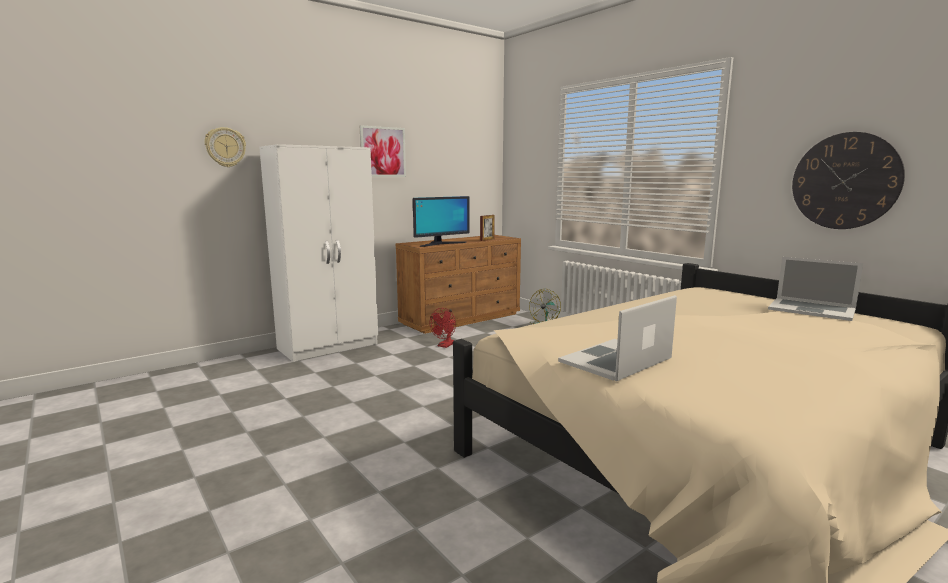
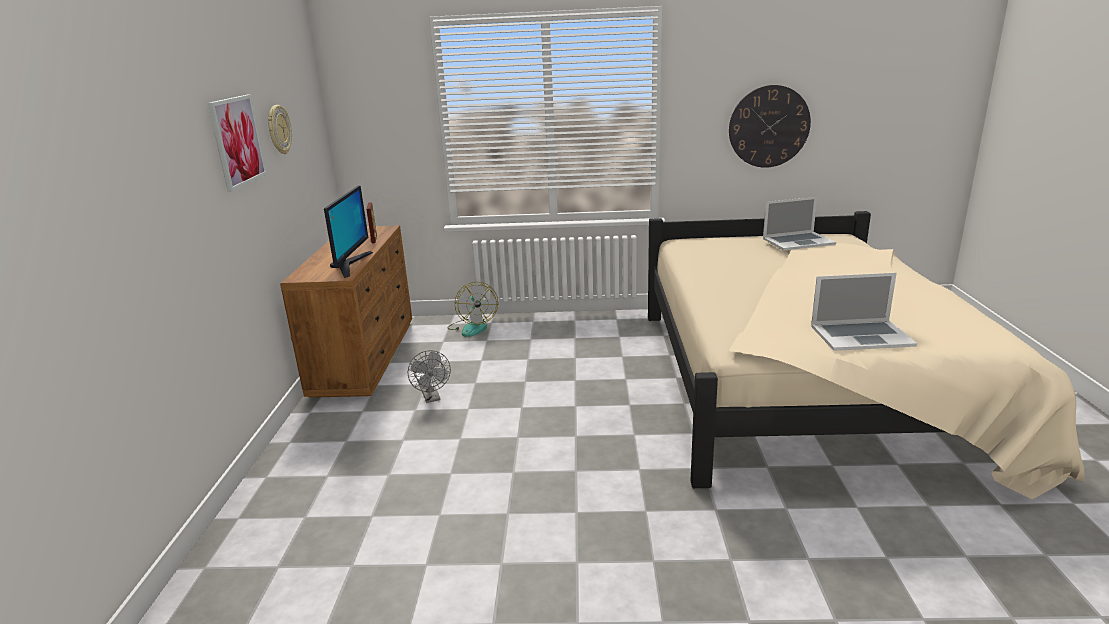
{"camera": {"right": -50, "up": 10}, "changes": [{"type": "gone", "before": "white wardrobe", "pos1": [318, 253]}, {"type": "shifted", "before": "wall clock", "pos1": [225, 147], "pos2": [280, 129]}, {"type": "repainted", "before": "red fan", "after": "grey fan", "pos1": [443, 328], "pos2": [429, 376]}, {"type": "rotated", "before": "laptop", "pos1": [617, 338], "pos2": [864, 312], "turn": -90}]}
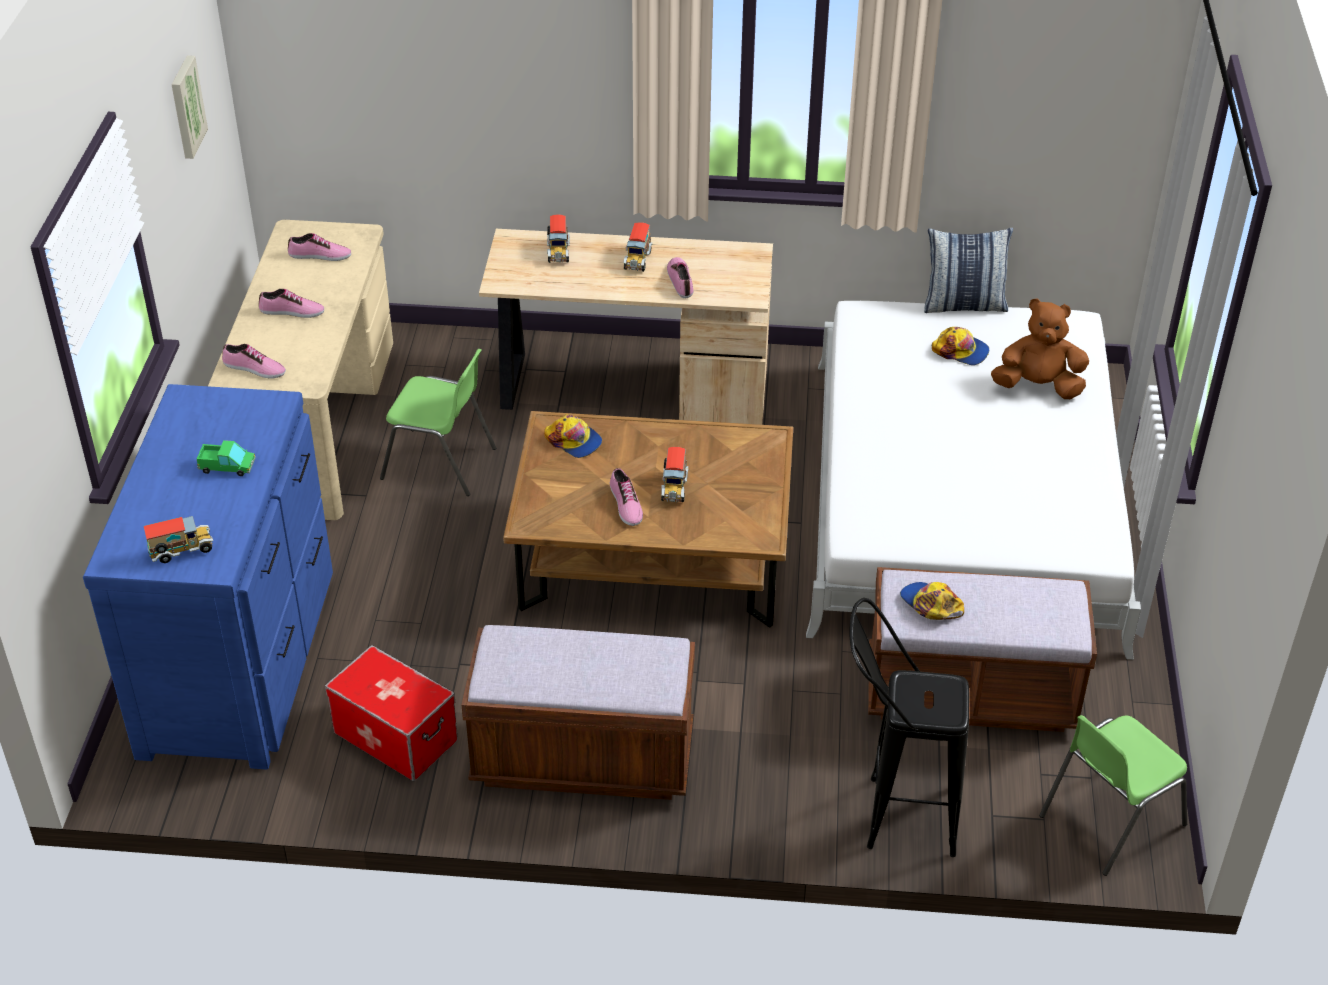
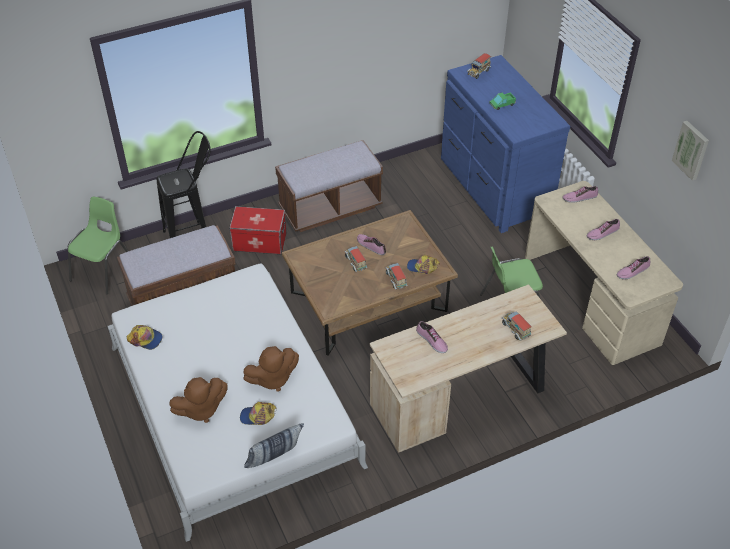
{"camera": {"right": 150, "up": 5}, "changes": [{"type": "new", "after": "brown plush toy", "pos2": [271, 369]}, {"type": "shifted", "before": "storage box", "pos1": [391, 713], "pos2": [257, 230]}, {"type": "shifted", "before": "toy truck", "pos1": [638, 247], "pos2": [396, 276]}, {"type": "shifted", "before": "cap", "pos1": [932, 601], "pos2": [144, 337]}]}
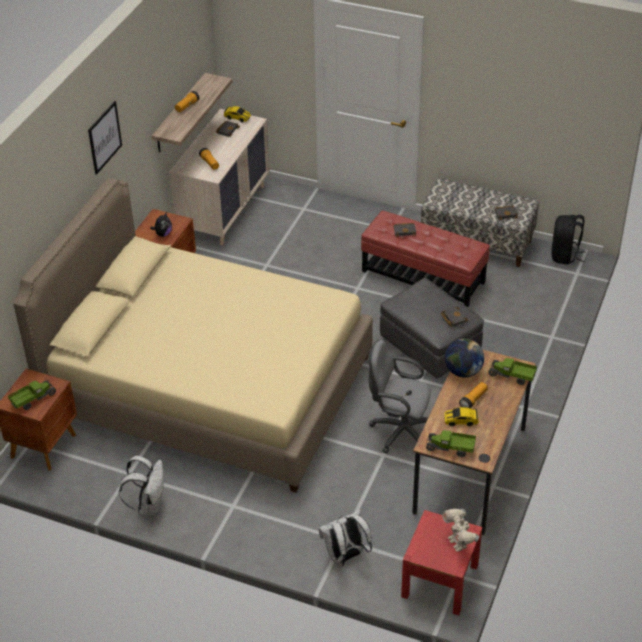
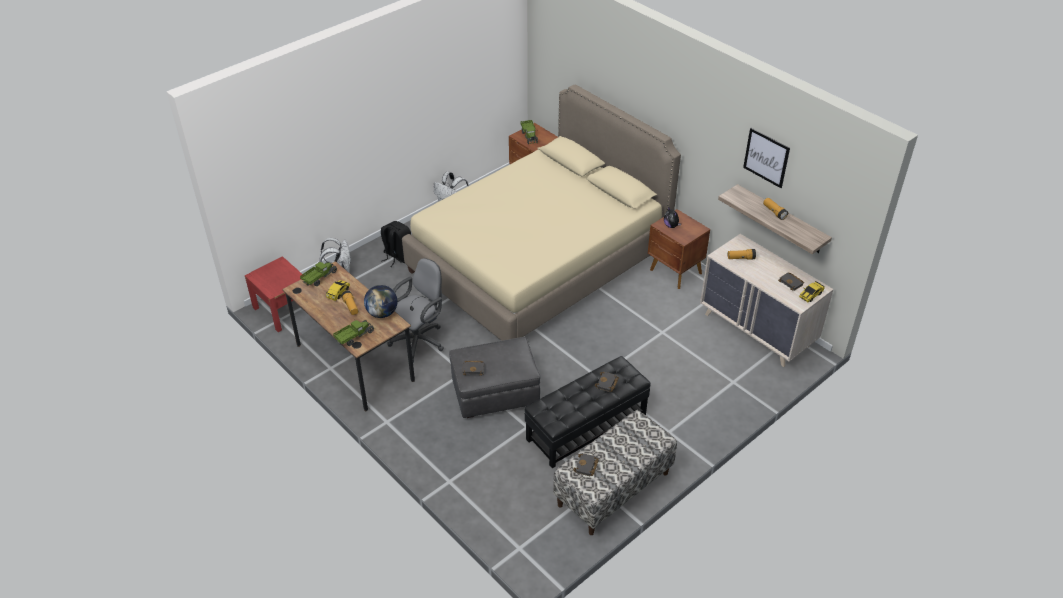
{"camera": {"right": 115, "up": 0}, "changes": [{"type": "gone", "before": "toy robot", "pos1": [460, 530]}, {"type": "shifted", "before": "picture", "pos1": [105, 138], "pos2": [766, 158]}, {"type": "shifted", "before": "black backpack", "pos1": [568, 240], "pos2": [396, 244]}, {"type": "repainted", "before": "red ottoman", "after": "black ottoman", "pos1": [425, 259], "pos2": [587, 412]}]}
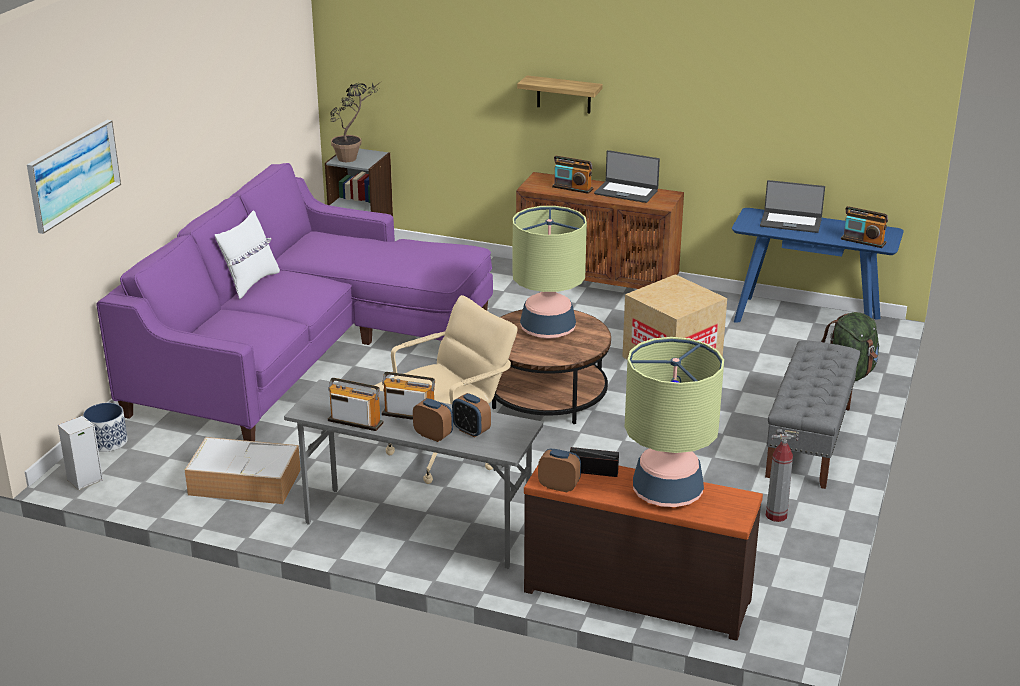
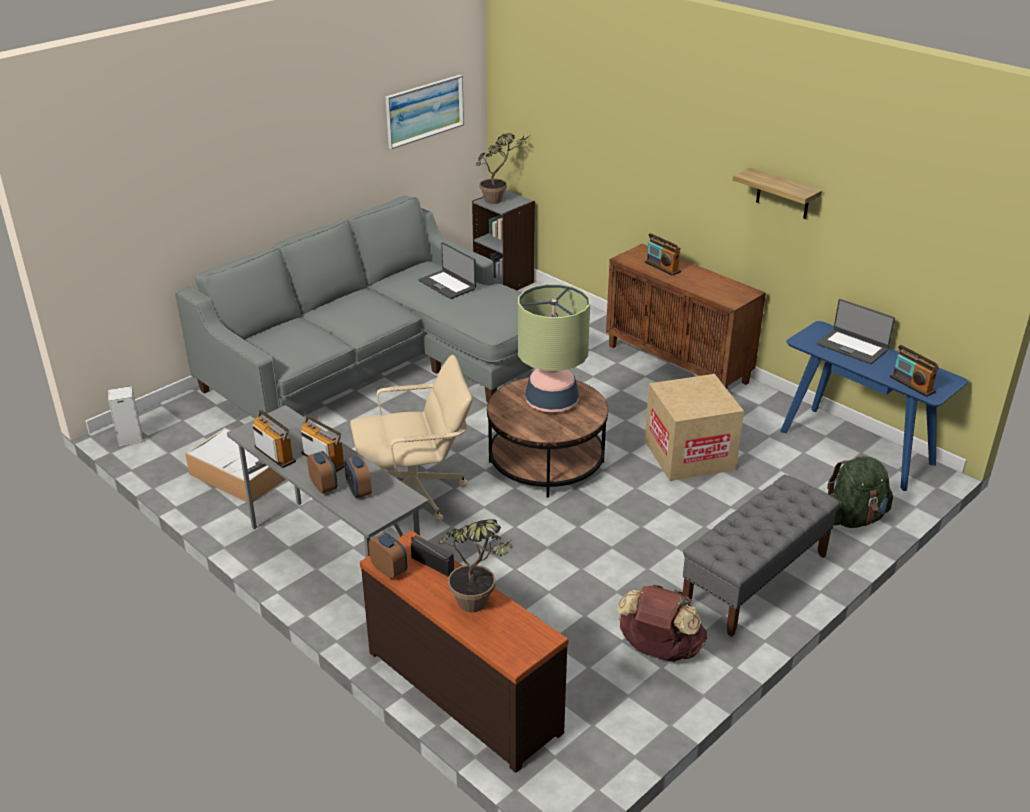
{"camera": {"right": 25, "up": 5}, "changes": [{"type": "gone", "before": "planter", "pos1": [105, 427]}, {"type": "gone", "before": "white pillow", "pos1": [247, 254]}, {"type": "shifted", "before": "picture", "pos1": [74, 177], "pos2": [425, 112]}, {"type": "shifted", "before": "shelf", "pos1": [560, 94], "pos2": [777, 193]}, {"type": "shifted", "before": "laptop", "pos1": [627, 176], "pos2": [447, 270]}, {"type": "swapped", "before": "table lamp", "after": "potted plant", "pos1": [674, 422], "pos2": [475, 566]}, {"type": "swapped", "before": "fire extinguisher", "after": "brown backpack", "pos1": [782, 475], "pos2": [662, 623]}, {"type": "repainted", "before": "purple sofa", "after": "grey sofa", "pos1": [294, 302], "pos2": [354, 307]}]}
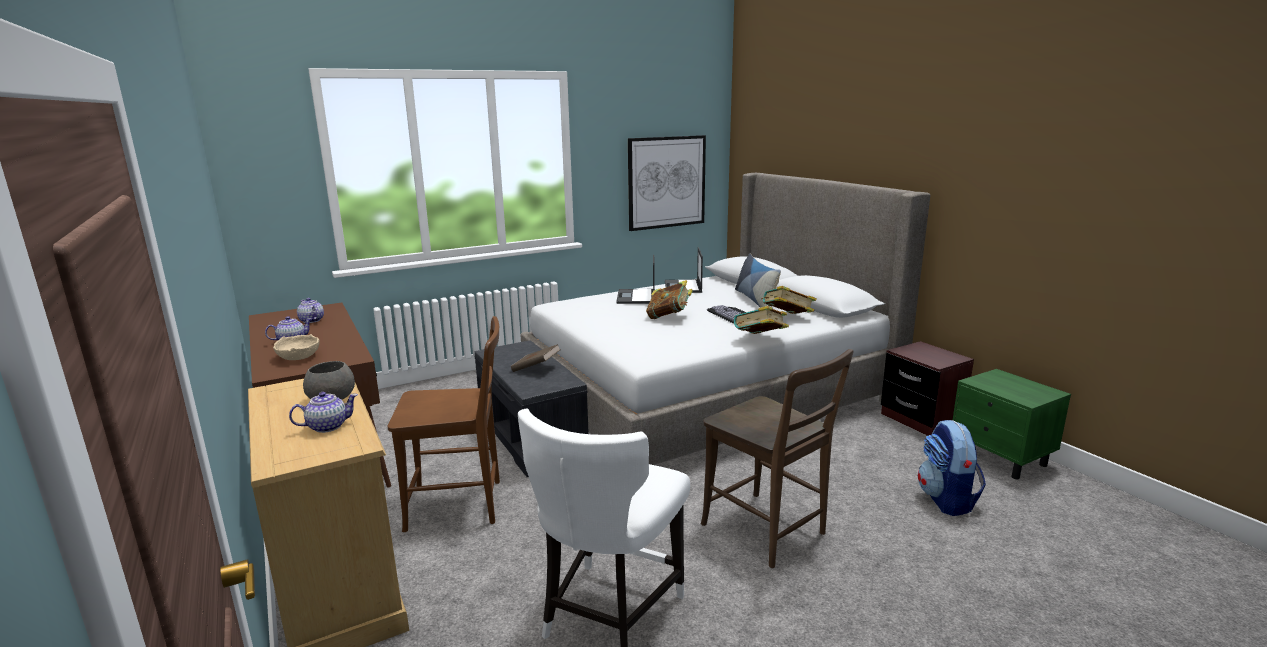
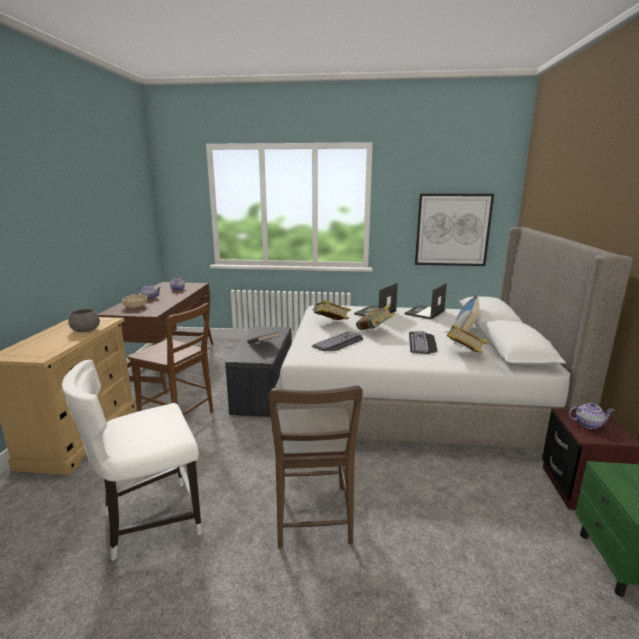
{"camera": {"right": 35, "up": 0}, "changes": [{"type": "gone", "before": "backpack", "pos1": [952, 468]}, {"type": "new", "after": "keyboard", "pos2": [337, 341]}, {"type": "shifted", "before": "teapot", "pos1": [323, 412], "pos2": [592, 416]}, {"type": "shifted", "before": "book", "pos1": [761, 320], "pos2": [332, 310]}]}
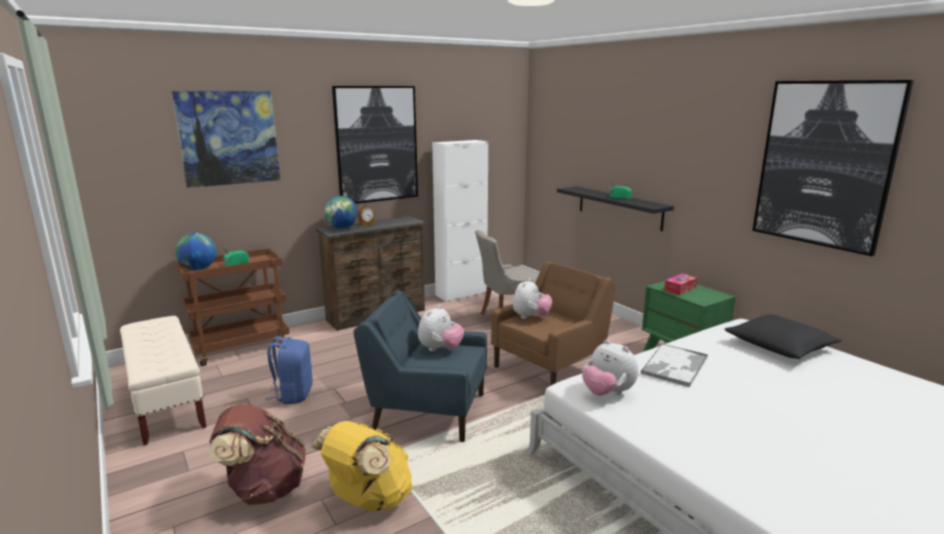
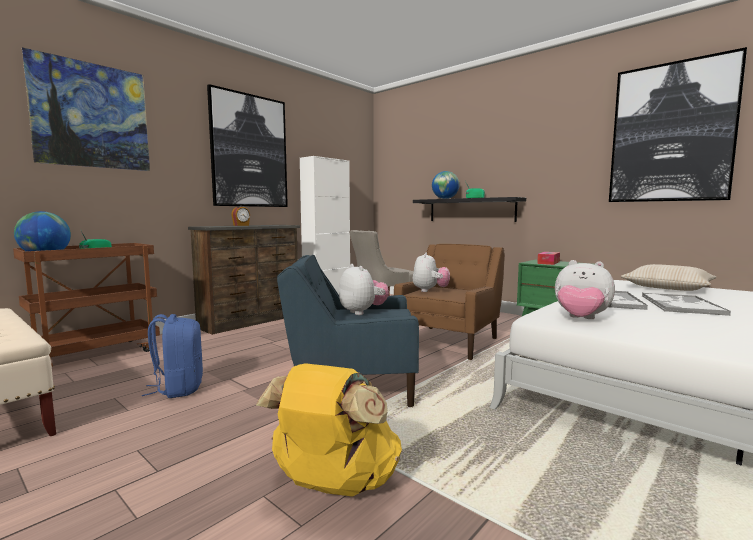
{"camera": {"right": -15, "up": -10}, "changes": [{"type": "gone", "before": "brown backpack", "pos1": [257, 454]}, {"type": "new", "after": "tray", "pos2": [686, 304]}, {"type": "shifted", "before": "globe", "pos1": [341, 212], "pos2": [445, 185]}, {"type": "repainted", "before": "black pillow", "after": "beige pillow", "pos1": [783, 336], "pos2": [669, 277]}, {"type": "rotated", "before": "plush toy", "pos1": [441, 328], "pos2": [364, 289], "turn": -45}]}
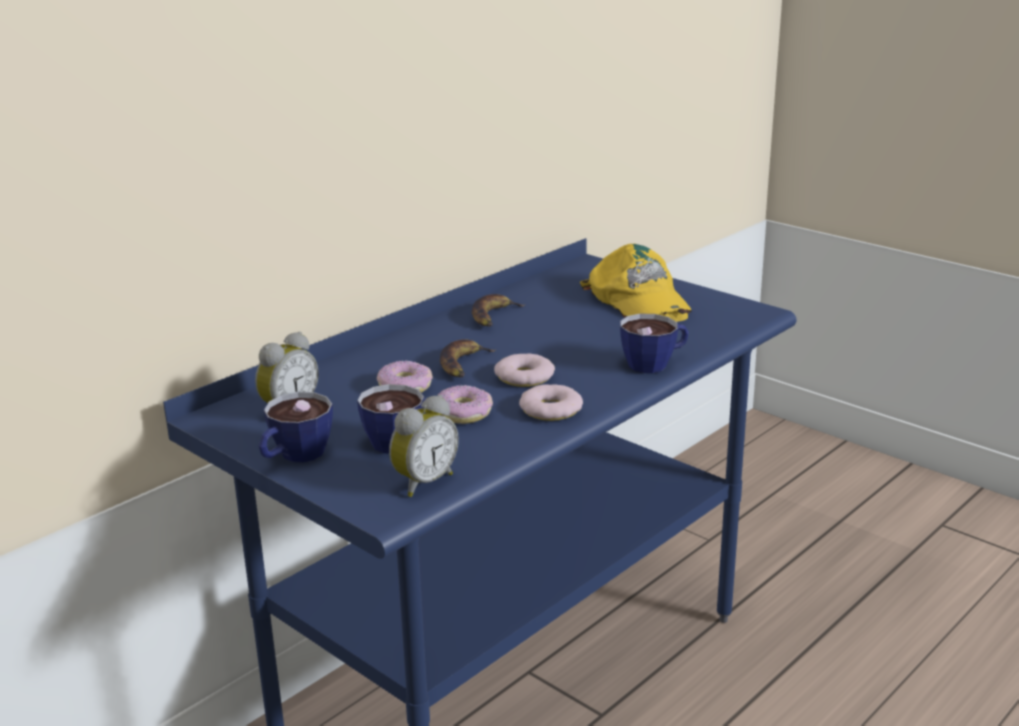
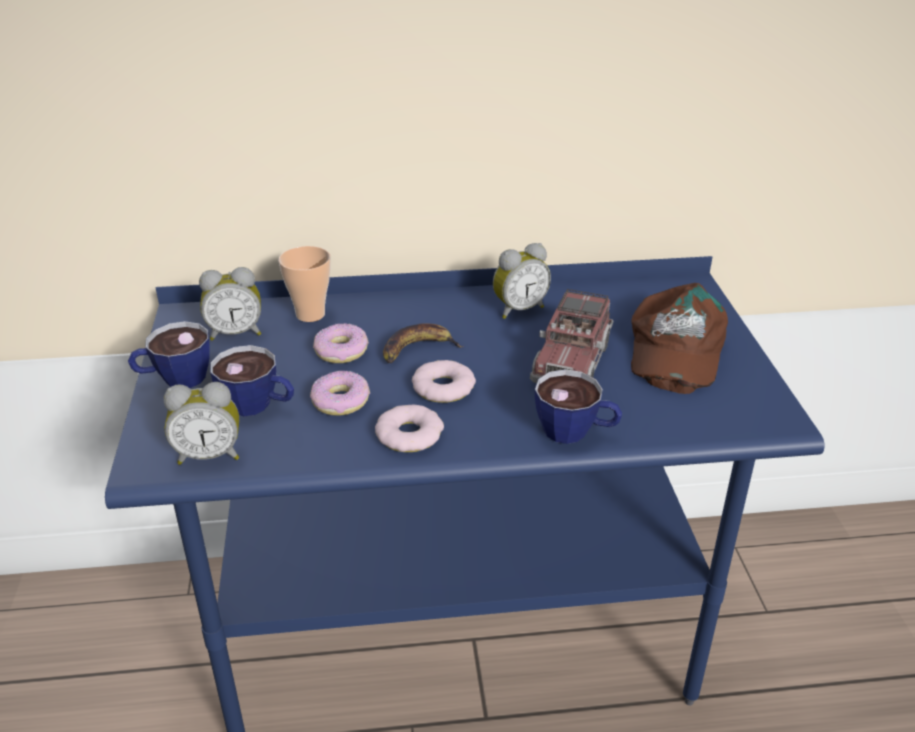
{"camera": {"right": 40, "up": 10}, "changes": [{"type": "new", "after": "cup", "pos2": [305, 284]}, {"type": "new", "after": "toy truck", "pos2": [571, 336]}, {"type": "swapped", "before": "banana", "after": "alarm clock", "pos1": [498, 310], "pos2": [522, 281]}, {"type": "repainted", "before": "yellow cap", "after": "brown cap", "pos1": [636, 283], "pos2": [679, 338]}]}
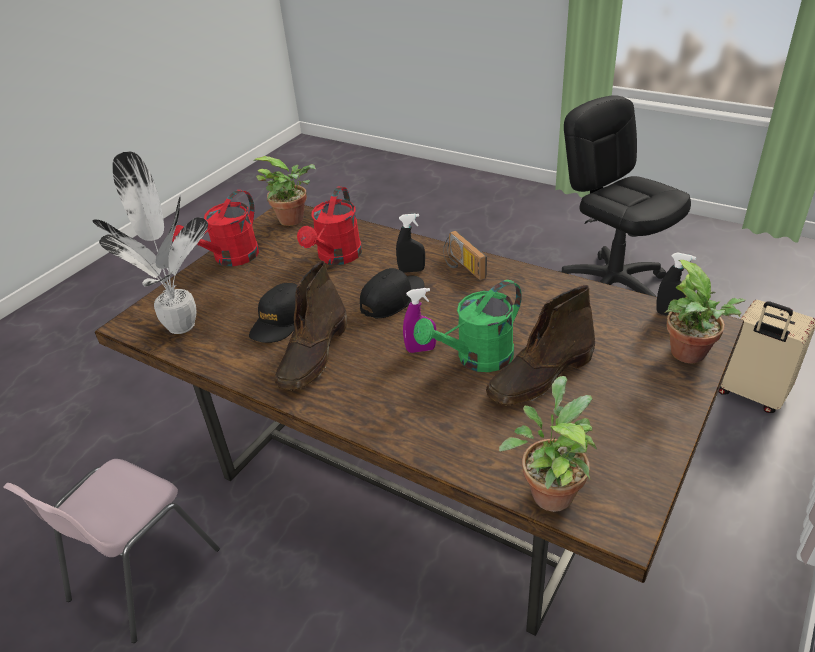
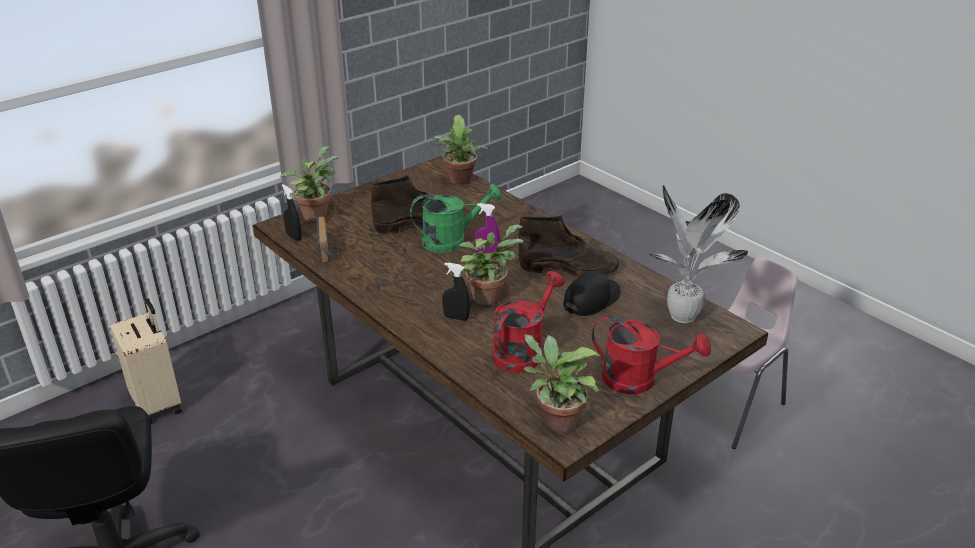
{"camera": {"right": -165, "up": -5}, "changes": [{"type": "shifted", "before": "radio", "pos1": [465, 255], "pos2": [327, 240]}, {"type": "swapped", "before": "black cap", "after": "potted plant", "pos1": [392, 293], "pos2": [491, 265]}, {"type": "rotated", "before": "red watering can", "pos1": [215, 228], "pos2": [651, 354], "turn": 60}, {"type": "rotated", "before": "brown boot", "pos1": [311, 326], "pos2": [568, 245], "turn": 60}]}
